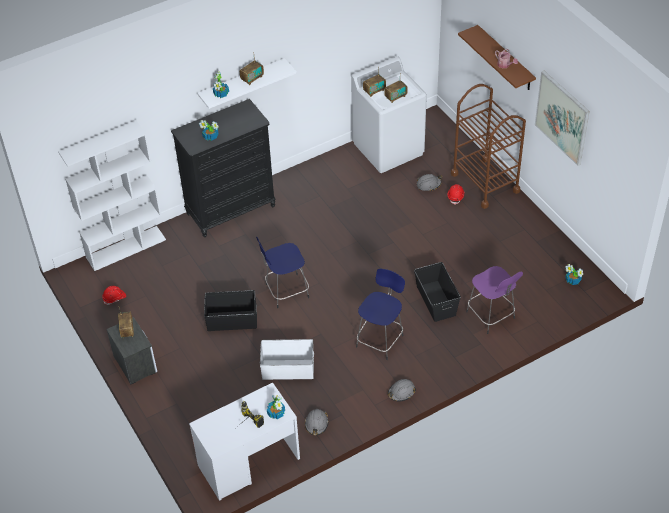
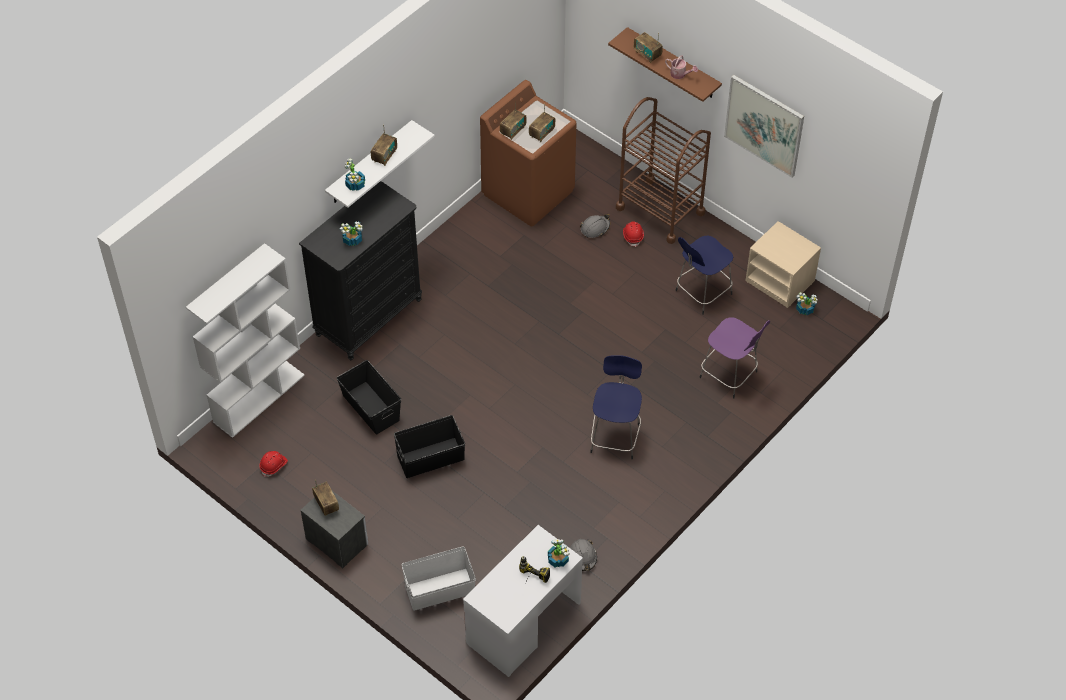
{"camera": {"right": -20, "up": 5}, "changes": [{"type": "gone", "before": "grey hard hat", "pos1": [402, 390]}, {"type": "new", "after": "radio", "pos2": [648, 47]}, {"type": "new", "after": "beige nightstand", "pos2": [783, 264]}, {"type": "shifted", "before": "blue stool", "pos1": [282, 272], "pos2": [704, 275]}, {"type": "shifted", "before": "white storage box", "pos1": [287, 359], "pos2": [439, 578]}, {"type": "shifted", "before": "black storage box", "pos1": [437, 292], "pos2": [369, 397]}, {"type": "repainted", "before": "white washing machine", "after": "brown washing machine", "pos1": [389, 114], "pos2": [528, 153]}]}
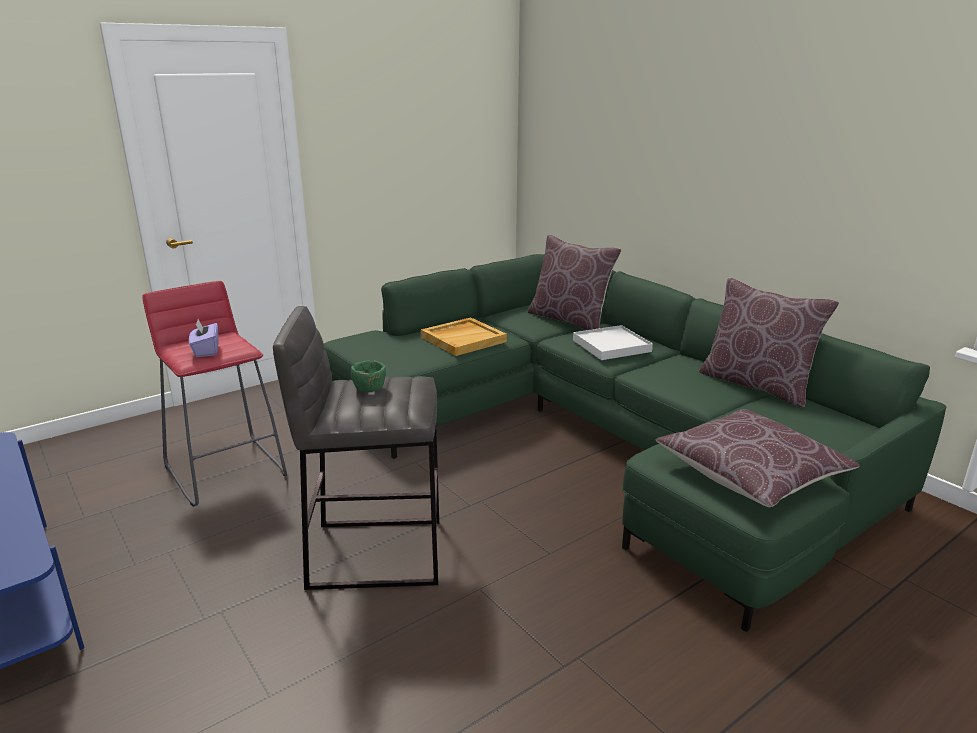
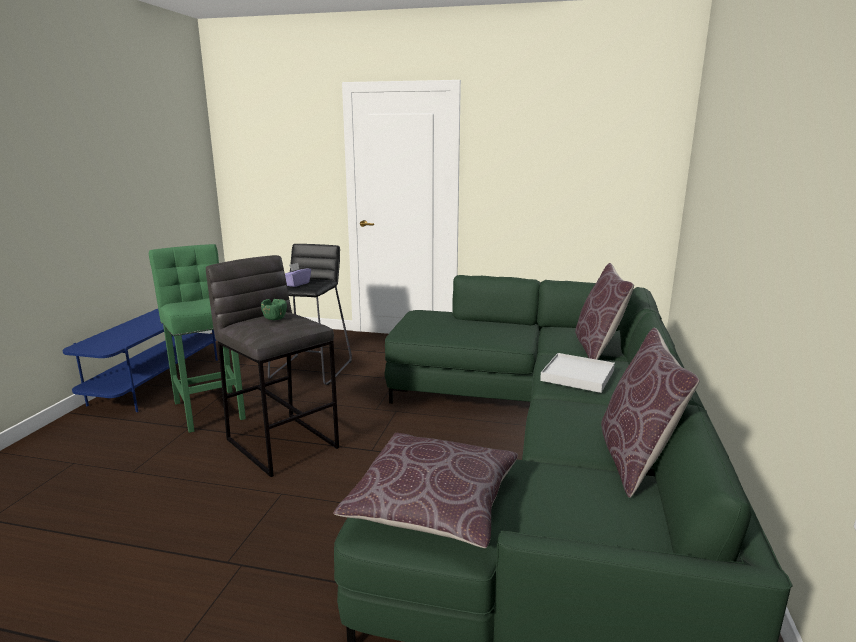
{"camera": {"right": 50, "up": -5}, "changes": [{"type": "gone", "before": "beige tray", "pos1": [464, 336]}, {"type": "new", "after": "green stool", "pos2": [197, 338]}, {"type": "repainted", "before": "red stool", "after": "black stool", "pos1": [214, 394], "pos2": [310, 314]}]}
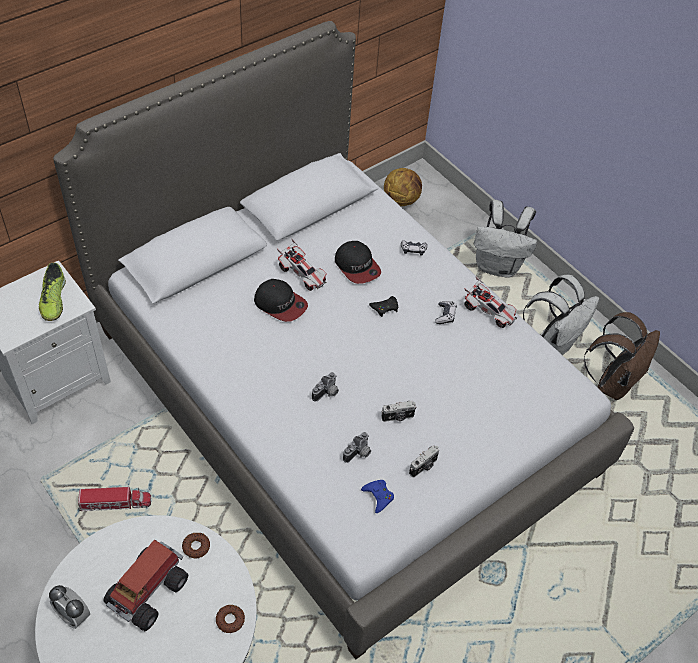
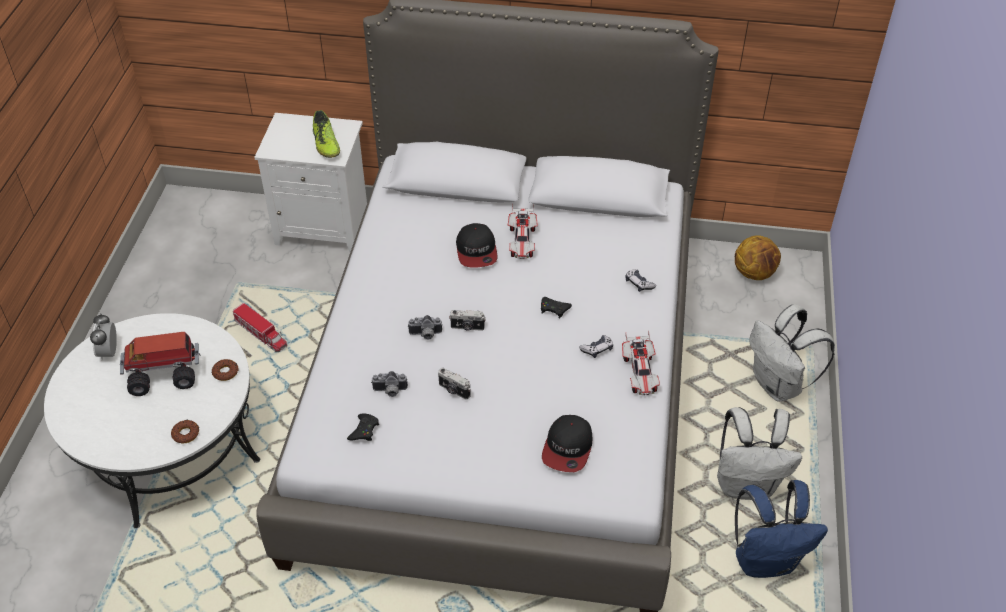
{"camera": {"right": 50, "up": -5}, "changes": [{"type": "shifted", "before": "cap", "pos1": [358, 262], "pos2": [567, 443]}, {"type": "shifted", "before": "photo camera", "pos1": [424, 461], "pos2": [467, 320]}, {"type": "repainted", "before": "blue game controller", "after": "black game controller", "pos1": [377, 496], "pos2": [363, 427]}, {"type": "repainted", "before": "brown backpack", "after": "blue backpack", "pos1": [622, 356], "pos2": [781, 529]}, {"type": "rotated", "before": "shoe", "pos1": [52, 292], "pos2": [326, 134], "turn": -60}]}
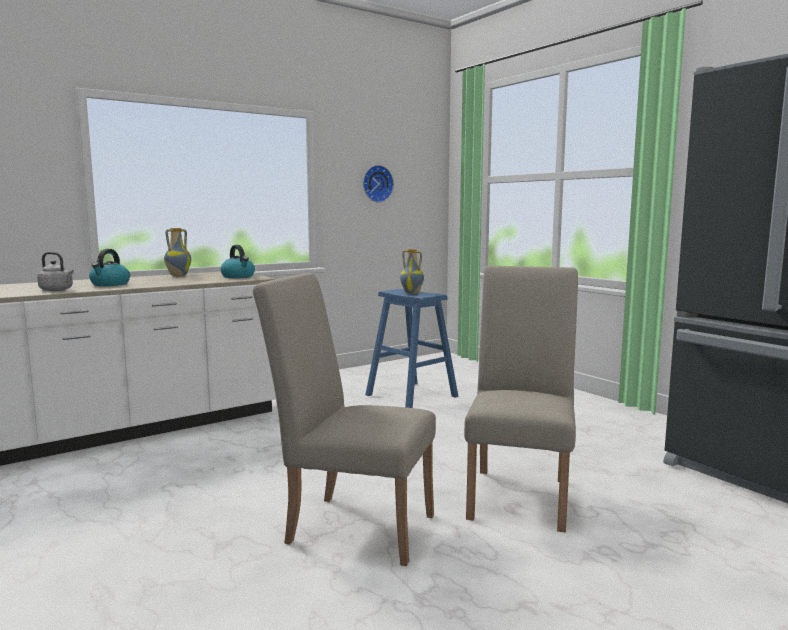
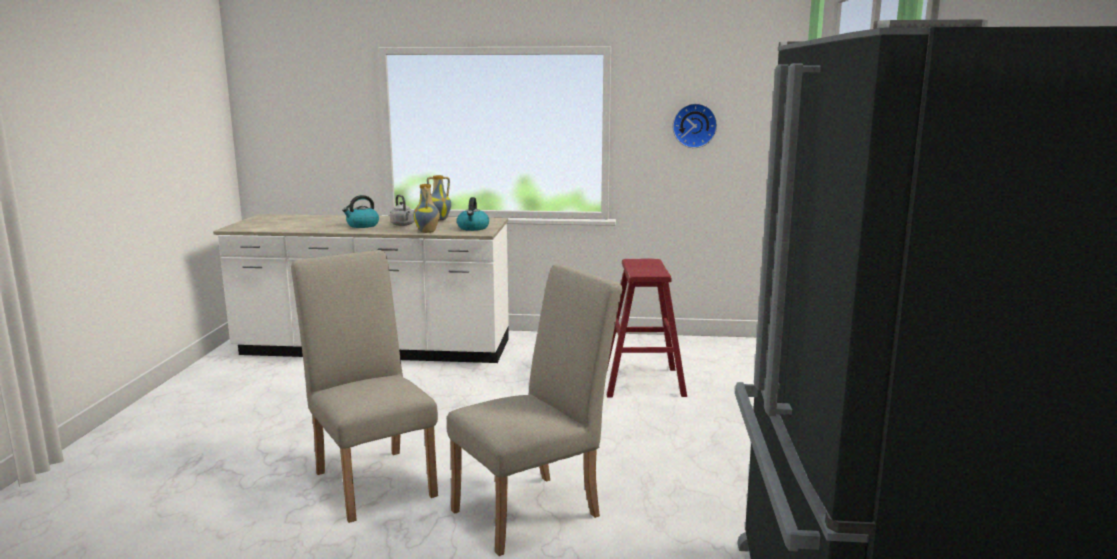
{"camera": {"right": 40, "up": 5}, "changes": [{"type": "shifted", "before": "grey kettle", "pos1": [55, 271], "pos2": [402, 210]}, {"type": "shifted", "before": "vase", "pos1": [412, 271], "pos2": [426, 208]}, {"type": "repainted", "before": "blue stool", "after": "red stool", "pos1": [411, 348], "pos2": [647, 328]}]}
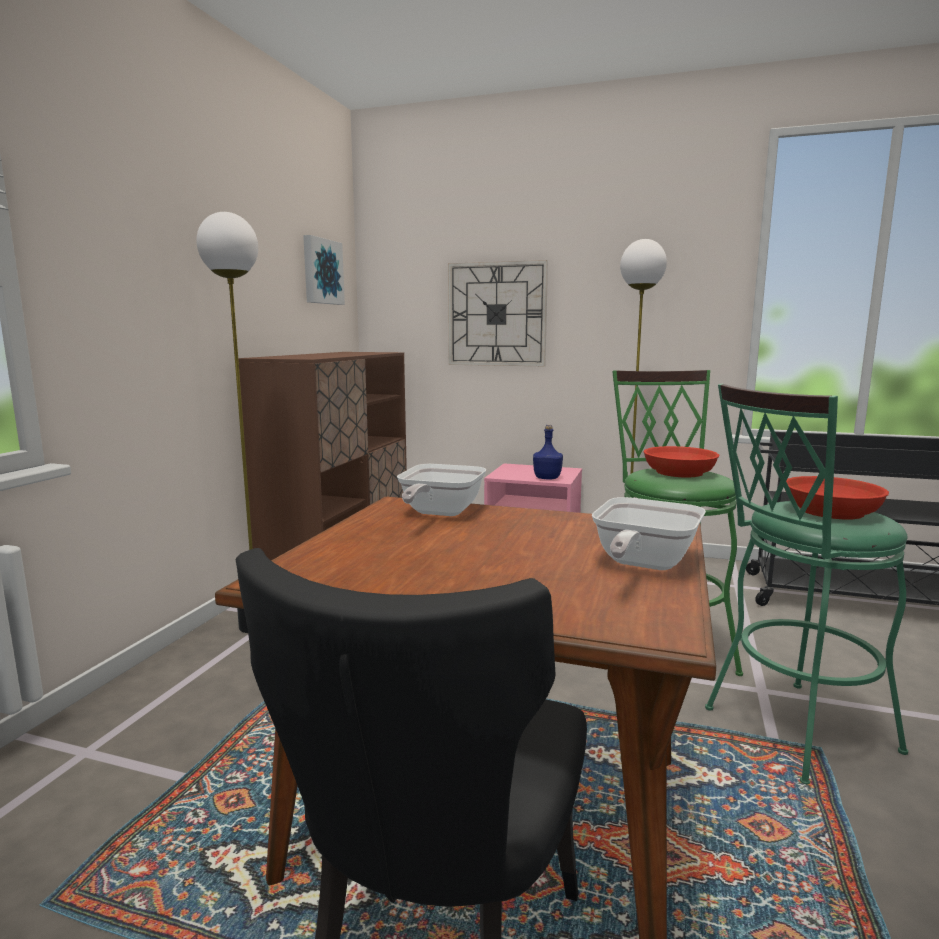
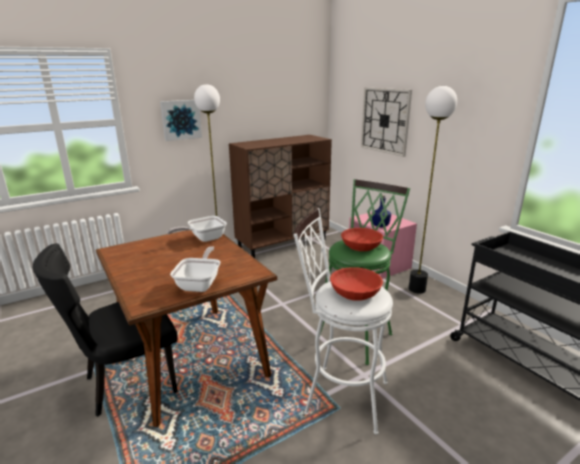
{"camera": {"right": 40, "up": 10}, "changes": [{"type": "shifted", "before": "picture", "pos1": [324, 270], "pos2": [181, 120]}, {"type": "repainted", "before": "green stool", "after": "white stool", "pos1": [806, 584], "pos2": [343, 321]}, {"type": "rotated", "before": "frying pan", "pos1": [649, 533], "pos2": [195, 269], "turn": 120}]}
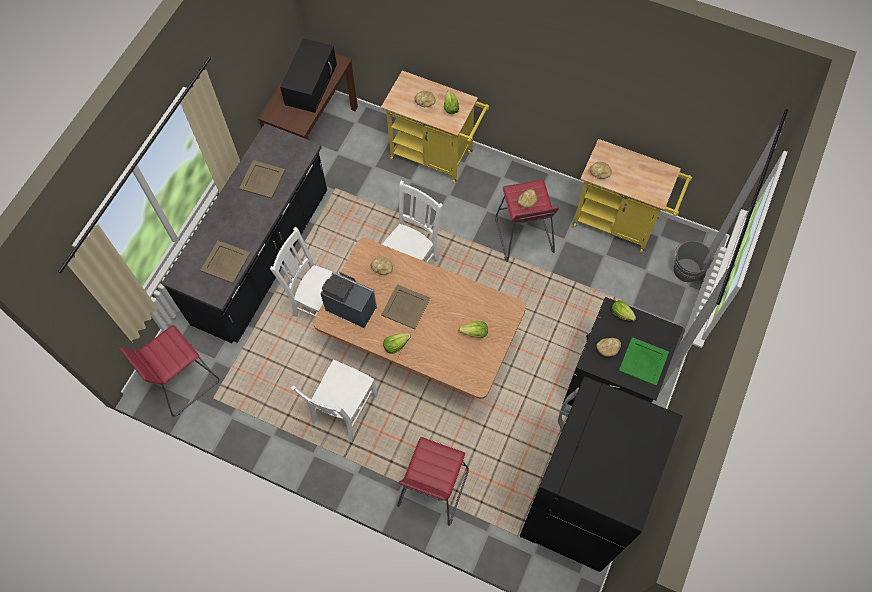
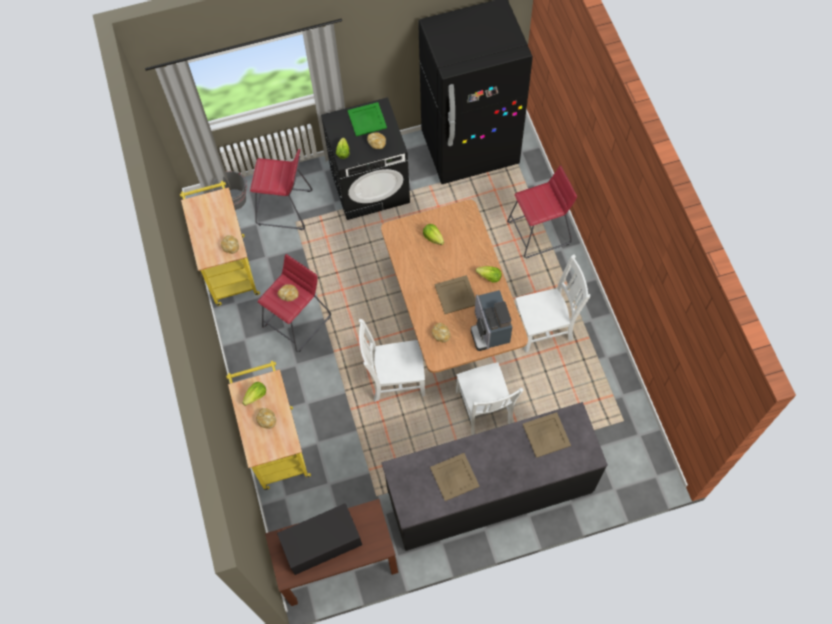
{"camera": {"right": -130, "up": 0}, "changes": [{"type": "shifted", "before": "red stool", "pos1": [169, 371], "pos2": [281, 189]}]}
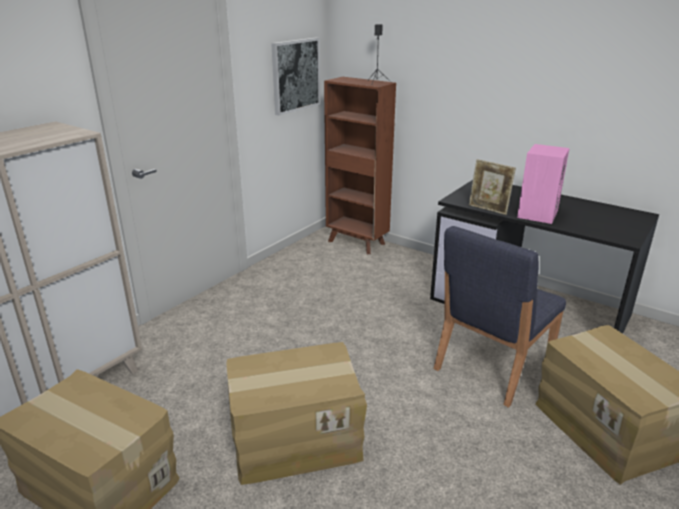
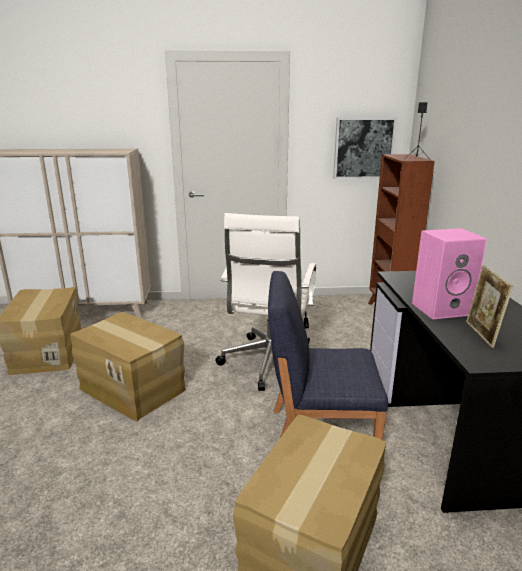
{"camera": {"right": 50, "up": -5}, "changes": [{"type": "new", "after": "white office chair", "pos2": [265, 302]}, {"type": "shifted", "before": "picture frame", "pos1": [492, 187], "pos2": [489, 306]}]}
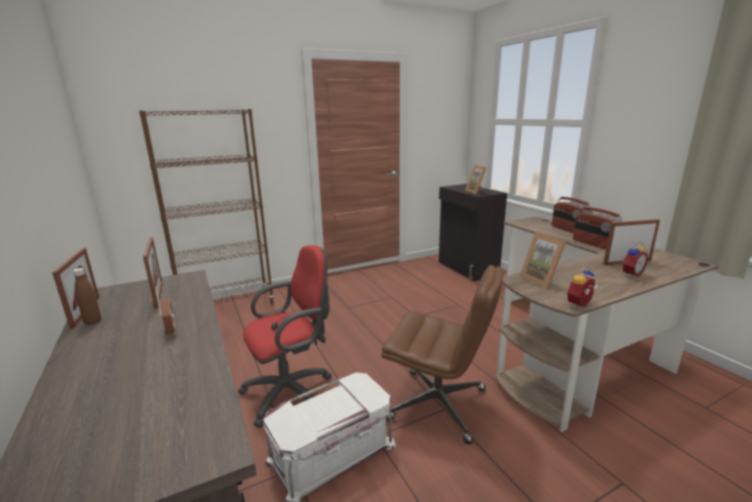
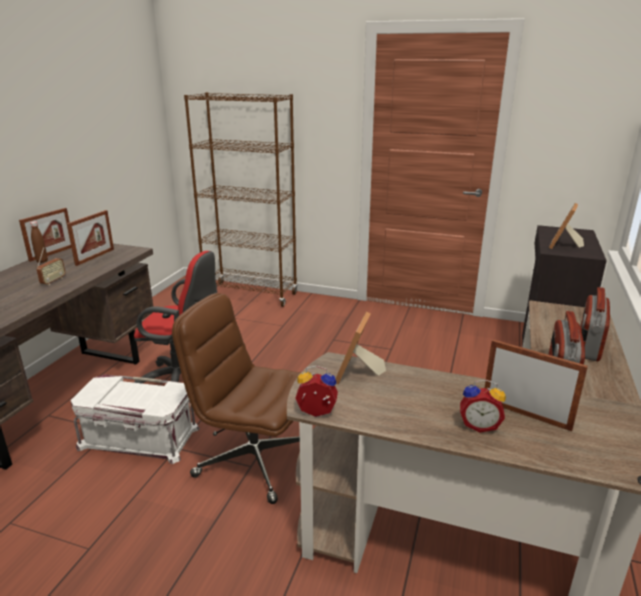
{"camera": {"right": 45, "up": 5}, "changes": [{"type": "rotated", "before": "brown office chair", "pos1": [442, 354], "pos2": [236, 398], "turn": 135}]}
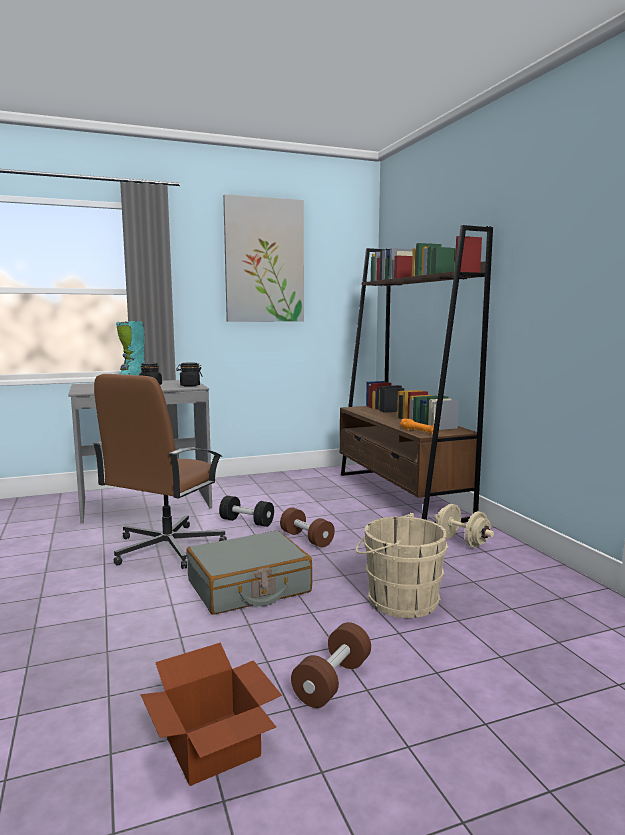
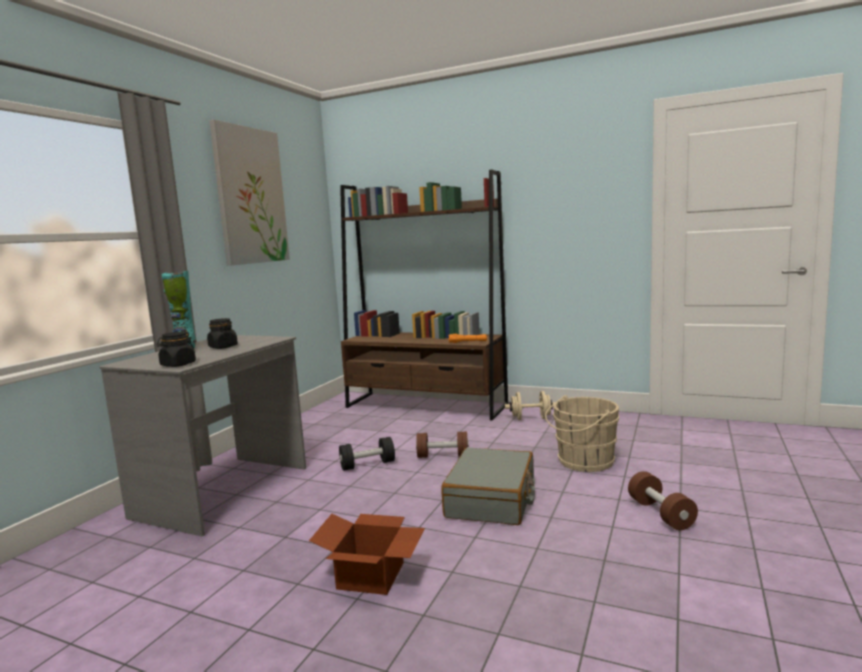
{"camera": {"right": -45, "up": 0}, "changes": [{"type": "gone", "before": "brown office chair", "pos1": [159, 471]}, {"type": "shifted", "before": "cardboard box", "pos1": [211, 714], "pos2": [367, 554]}, {"type": "shifted", "before": "black jar", "pos1": [189, 374], "pos2": [176, 349]}]}
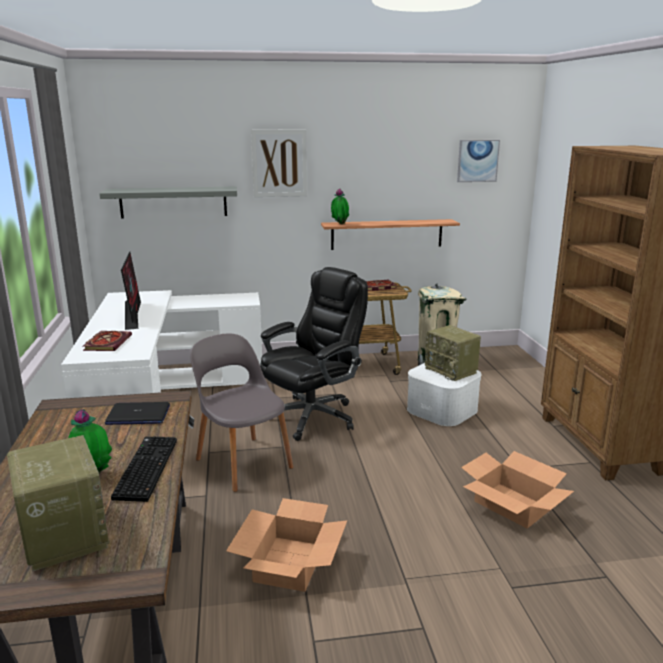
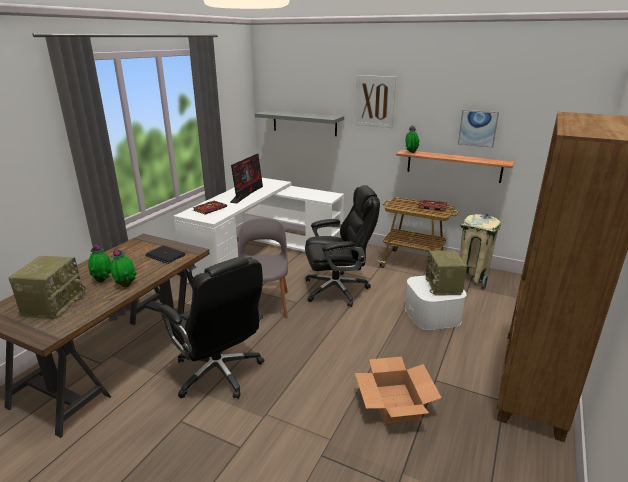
{"camera": {"right": 35, "up": 5}, "changes": [{"type": "shifted", "before": "picture", "pos1": [478, 161], "pos2": [478, 129]}, {"type": "swapped", "before": "keyboard", "after": "potted plant", "pos1": [144, 469], "pos2": [123, 268]}, {"type": "swapped", "before": "cardboard box", "after": "black office chair", "pos1": [286, 545], "pos2": [211, 327]}]}
